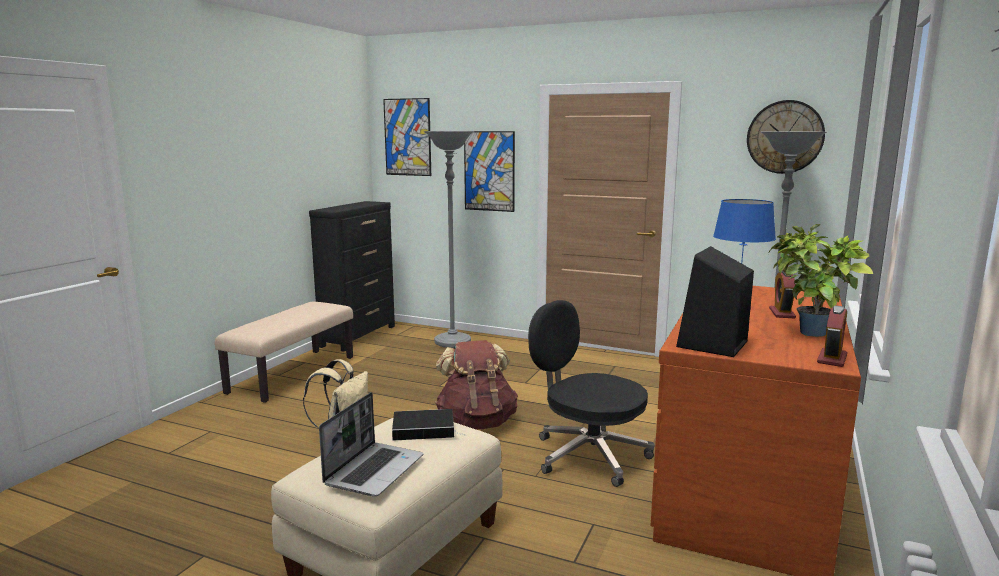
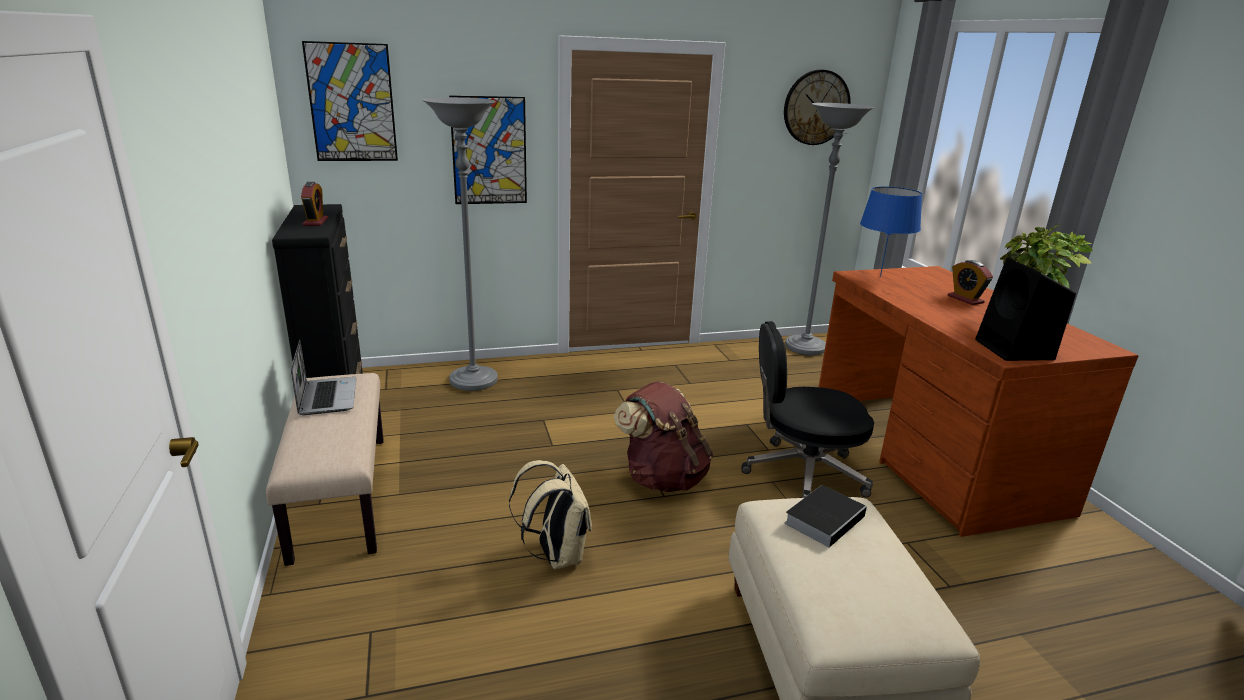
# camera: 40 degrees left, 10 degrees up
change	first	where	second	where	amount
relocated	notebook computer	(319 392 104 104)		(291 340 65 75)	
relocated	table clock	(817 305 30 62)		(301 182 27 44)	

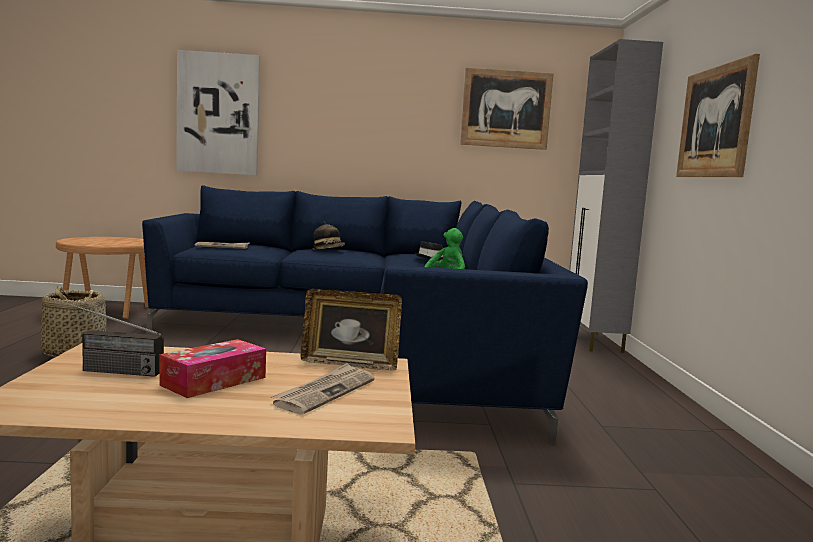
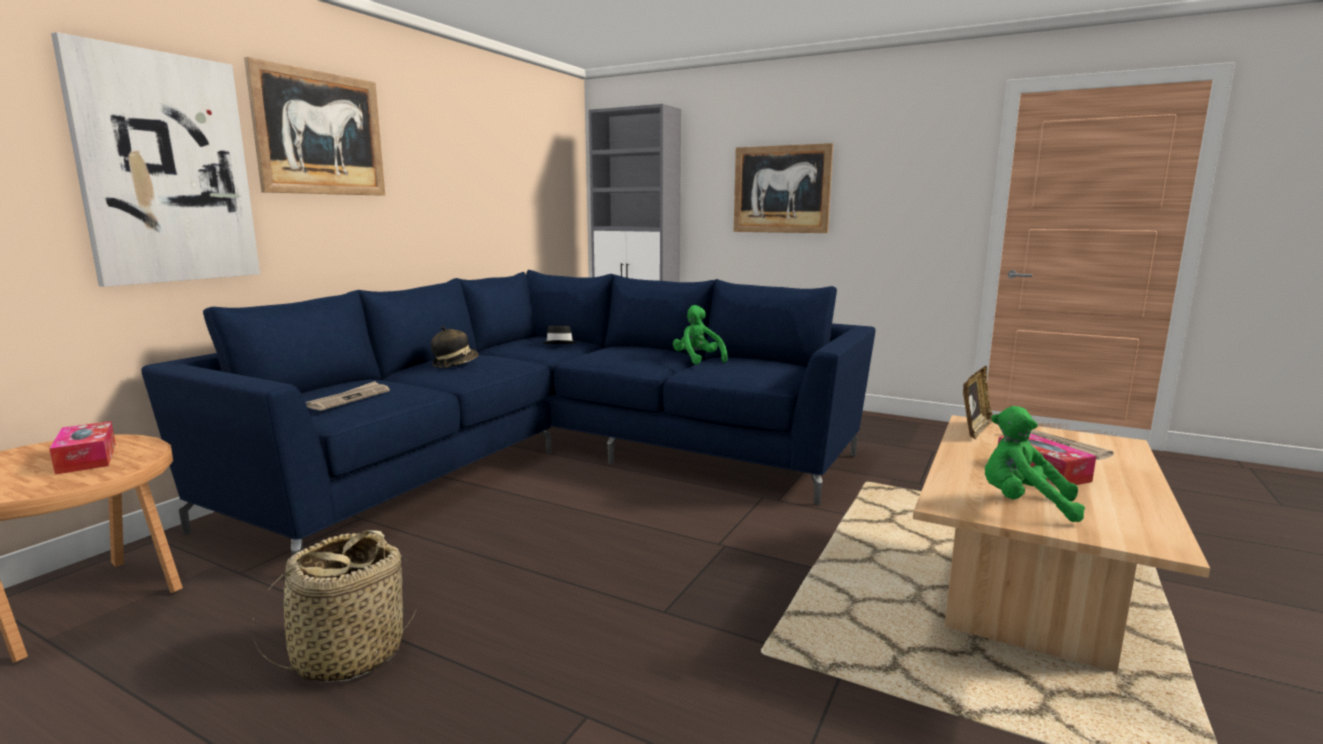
# camera: 60 degrees left, 5 degrees up
change	first	where	second	where	amount
appeared			tissue holder	(49 421 67 54)	
relocated	wall art	(460 68 94 82)		(244 57 141 139)	
exchanged	radio	(52 298 112 79)	greenish plush toy	(985 406 100 116)	

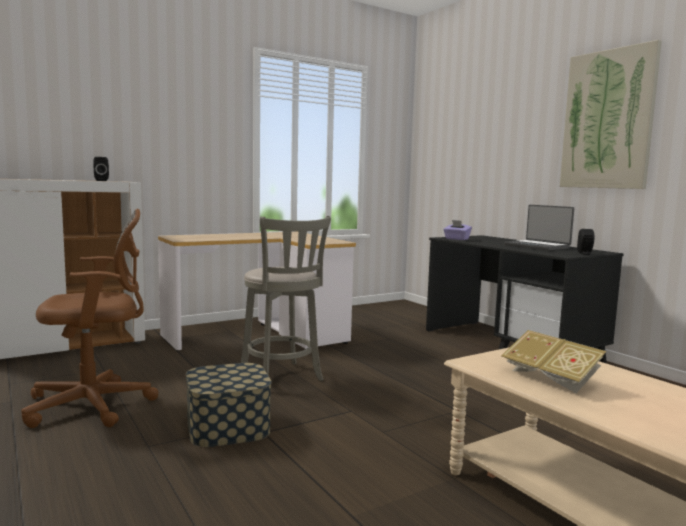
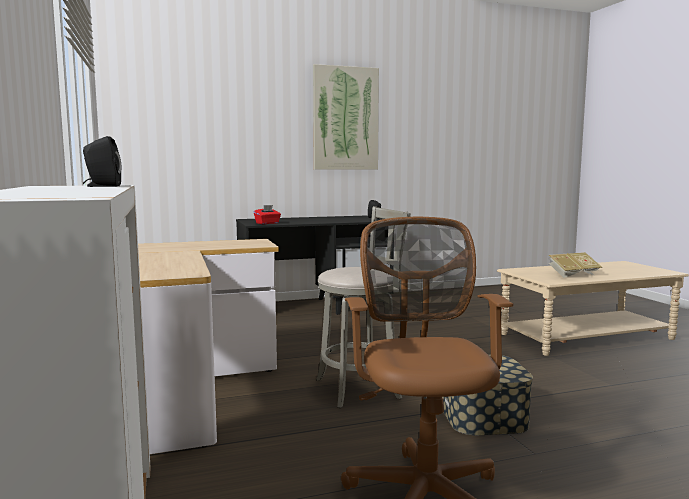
# camera: 75 degrees left, 0 degrees up
change	first	where	second	where	amount
missing	notebook computer	(504 205 70 46)			
colour	purple-coloured tissue holder	(443 220 29 20)	red-coloured tissue holder	(254 205 27 19)	

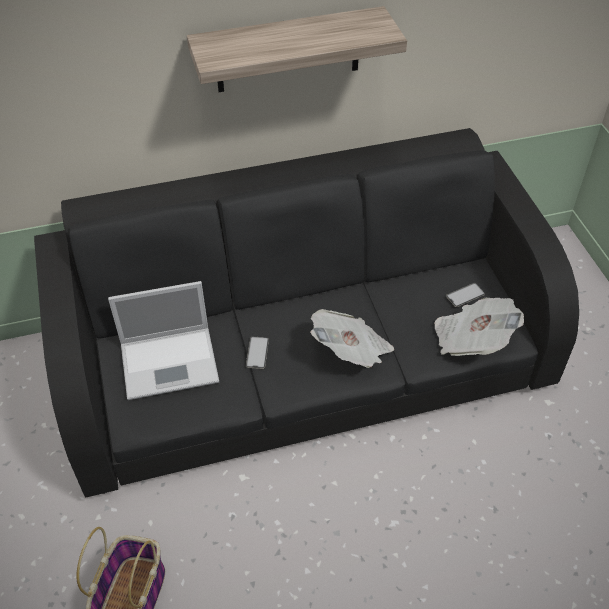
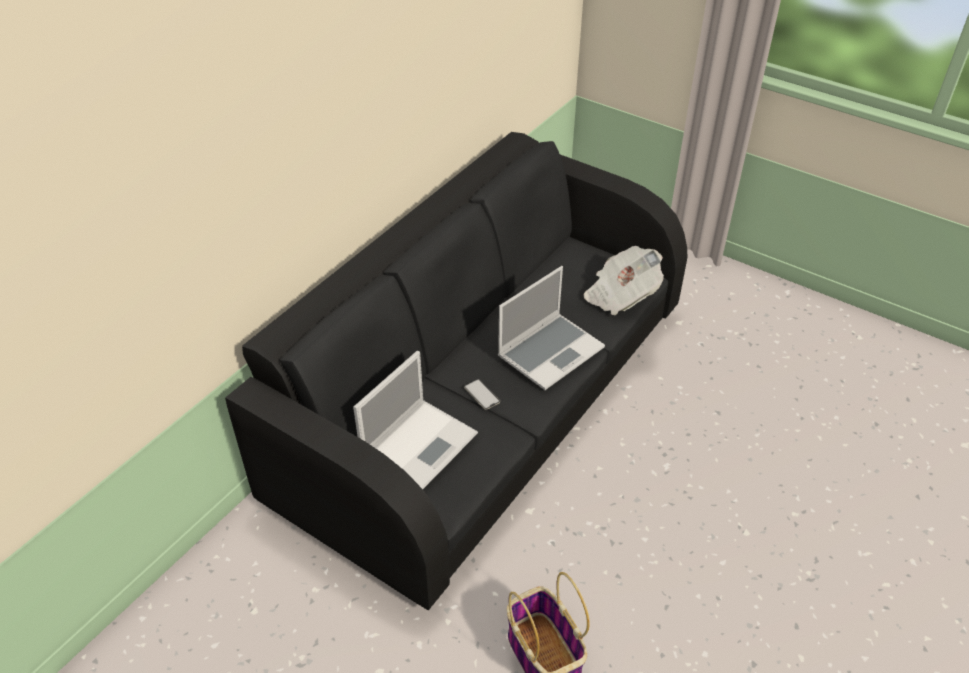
# camera: 40 degrees left, 5 degrees down
change	first	where	second	where	amount
missing	bracket shelf	(187 6 220 86)			
missing	handset	(446 283 39 24)			
exchanged	newspaper	(310 309 84 59)	notebook computer	(498 266 107 124)	

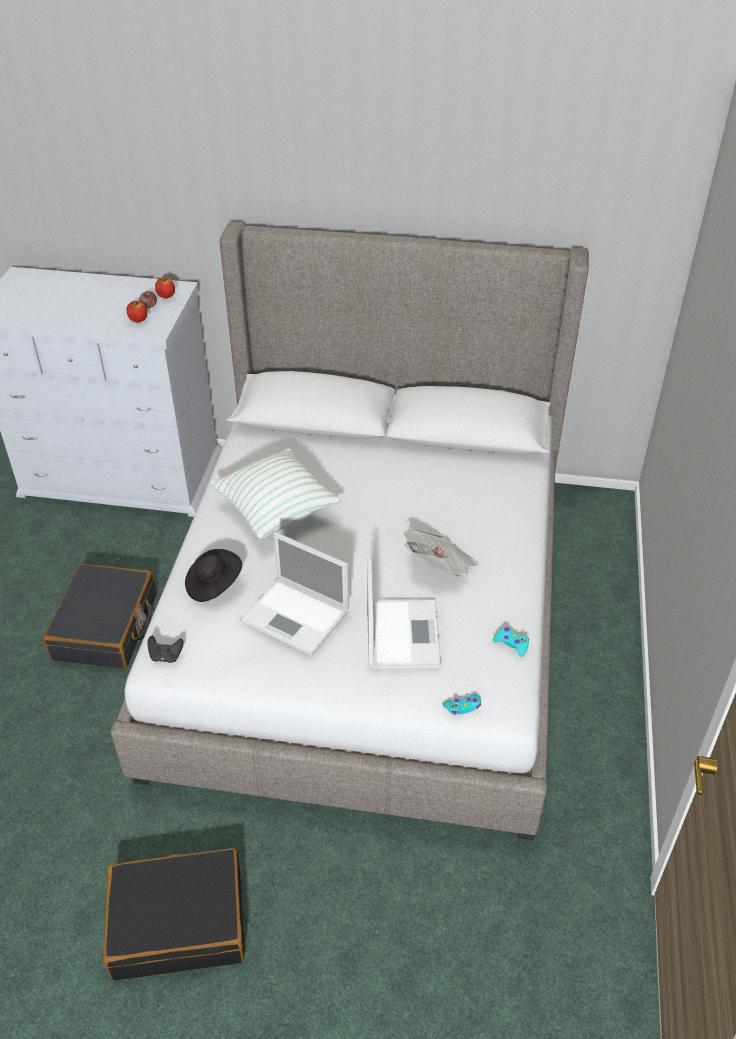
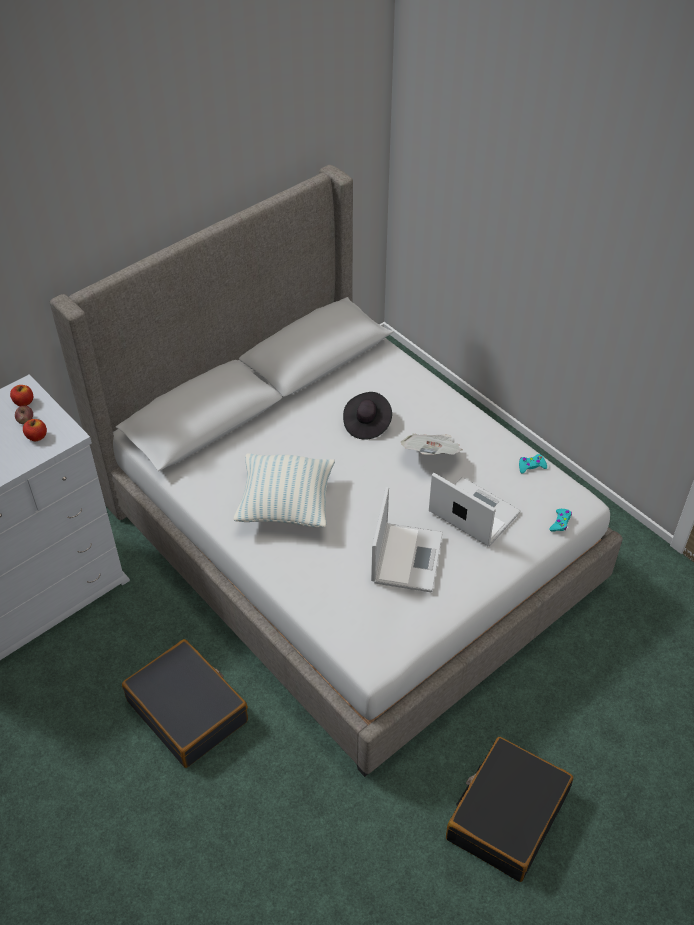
# camera: 50 degrees left, 5 degrees up
change	first	where	second	where	amount
missing	black game controller	(148 635 36 28)			
relocated	black wearable hat	(185 549 57 53)		(343 392 49 48)	
spun	notebook computer	(240 532 109 124)		(371 487 72 105)	60 degrees counterclockwise

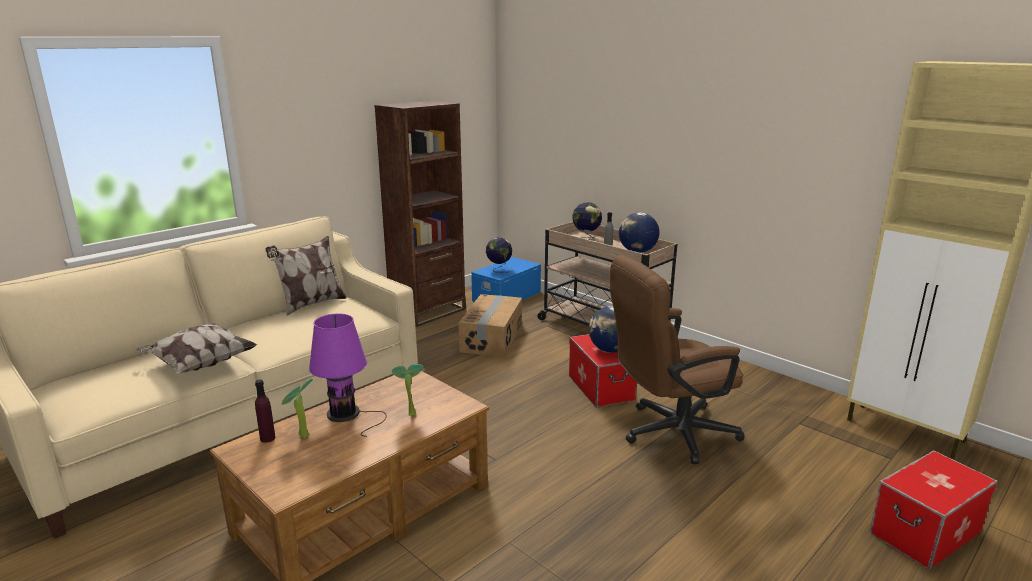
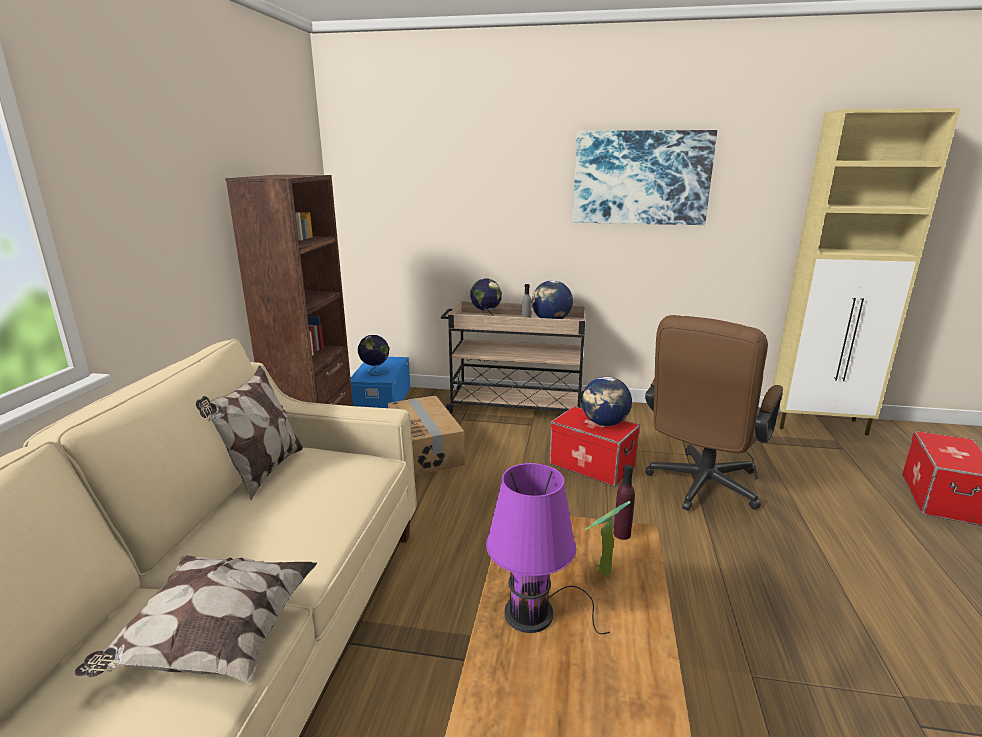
# camera: 35 degrees left, 0 degrees up
change	first	where	second	where	amount
missing	houseplant	(282 379 31 59)			
appeared			wall art	(572 130 145 95)	
relocated	purple-coloured bottle	(255 379 20 64)		(613 465 22 75)	

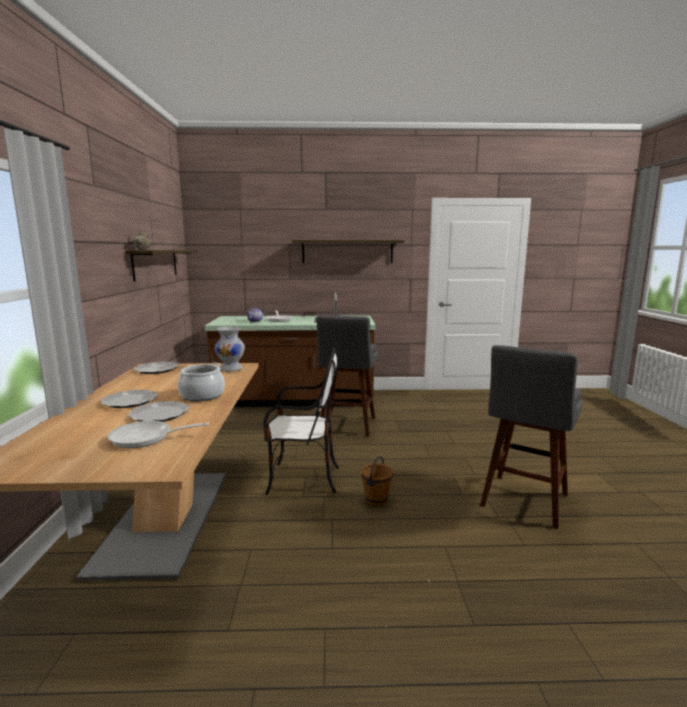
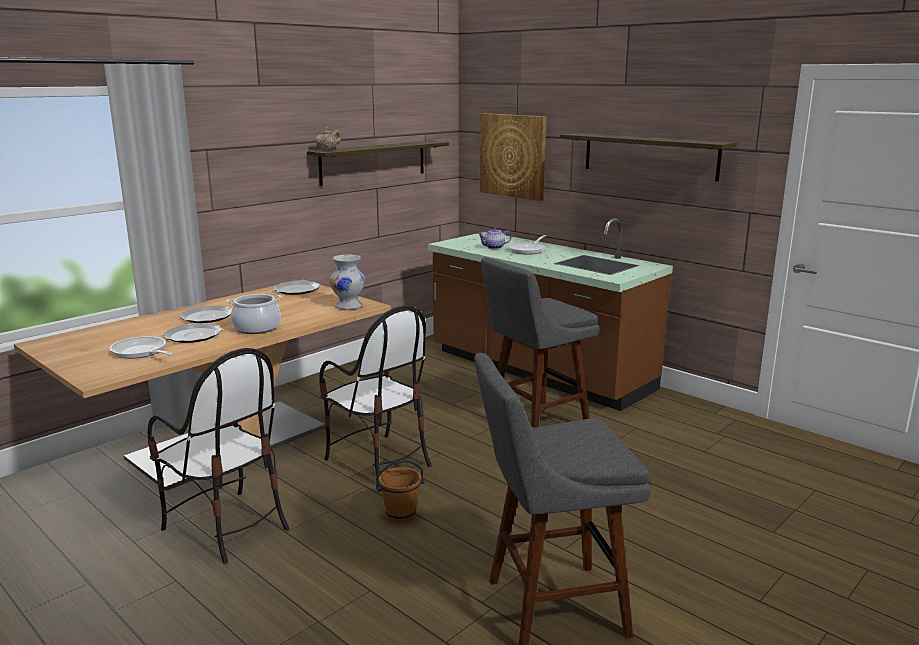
# camera: 45 degrees right, 5 degrees up
change	first	where	second	where	amount
appeared			chair	(148 348 141 216)	
appeared			wall art	(480 113 66 88)	

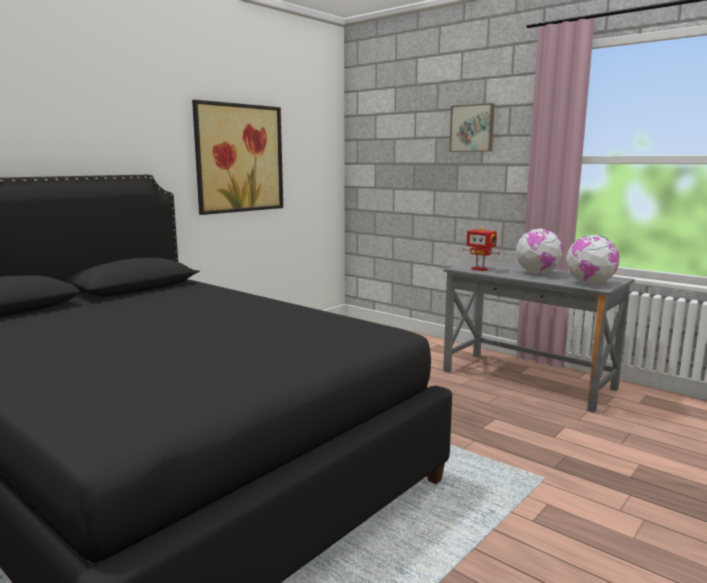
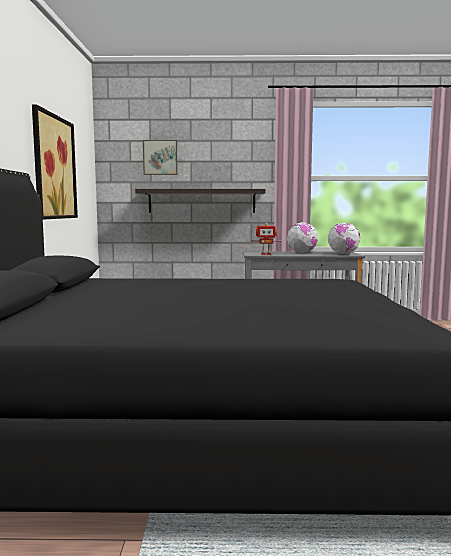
# camera: 40 degrees left, 5 degrees down
change	first	where	second	where	amount
appeared			bracket shelf	(135 189 130 24)	
relocated	wall art	(449 103 46 49)		(143 140 35 35)	

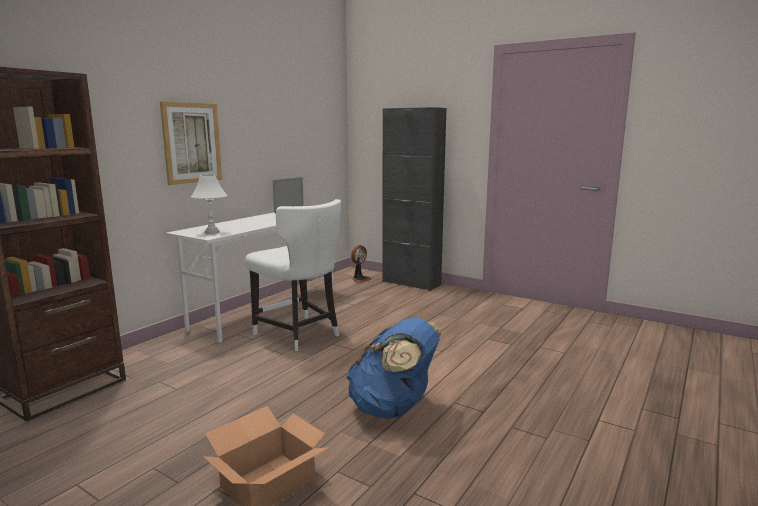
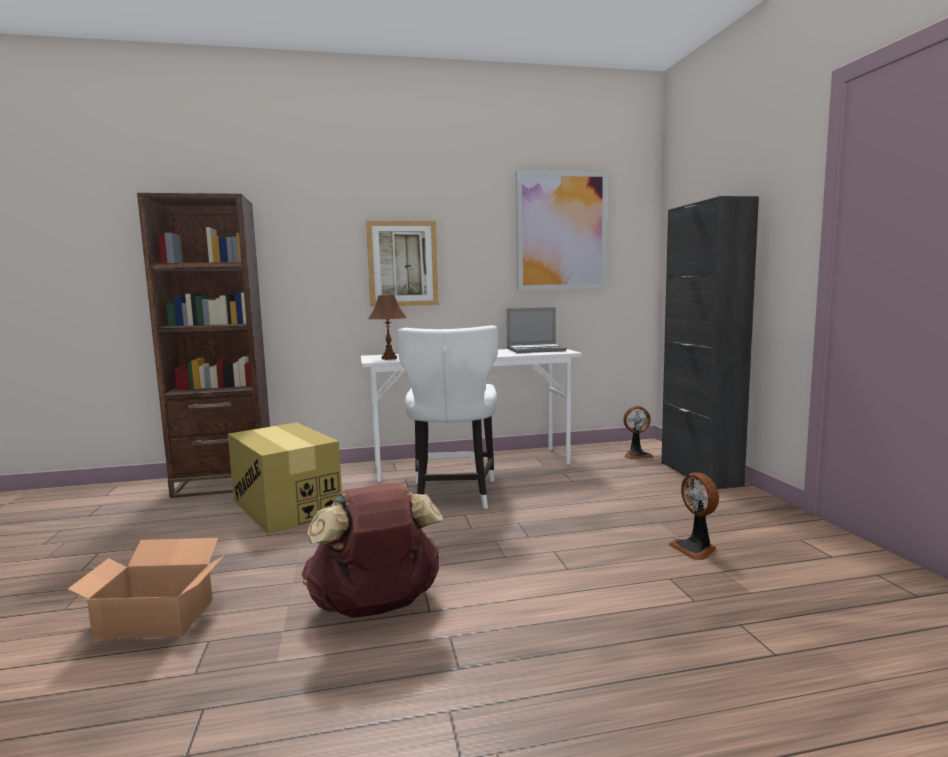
# camera: 45 degrees right, 5 degrees down
change	first	where	second	where	amount
appeared			cardboard box	(228 422 114 112)	
appeared			wall art	(516 170 92 121)	
appeared			electric fan	(668 473 51 87)	
colour	white-coloured lamp for a table	(191 175 36 59)	brownish lamp for a table	(368 295 39 65)	
colour	bluish backpack	(346 318 96 101)	brownish backpack	(301 483 142 135)	

